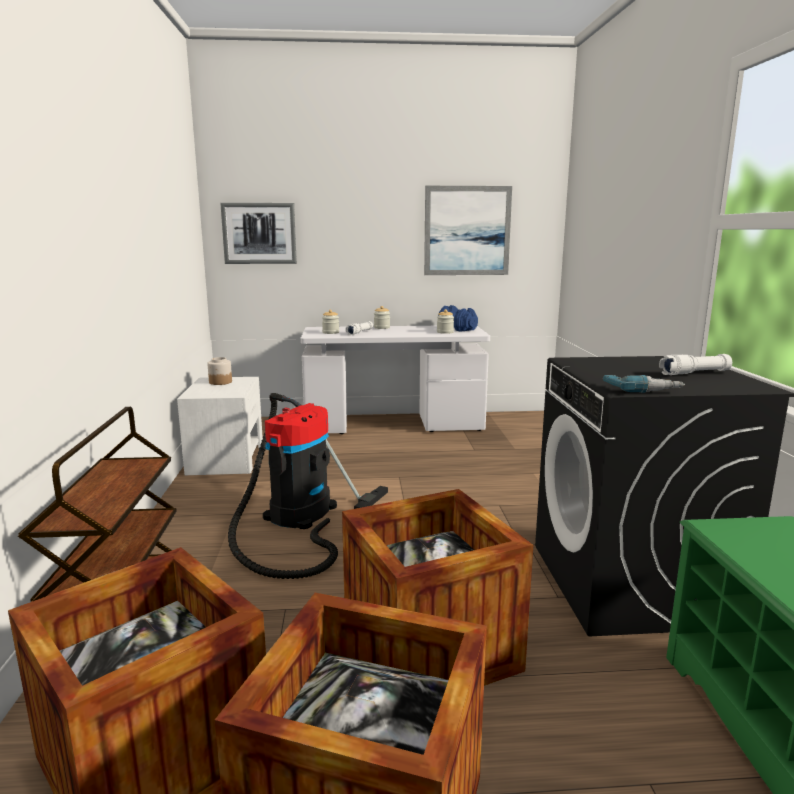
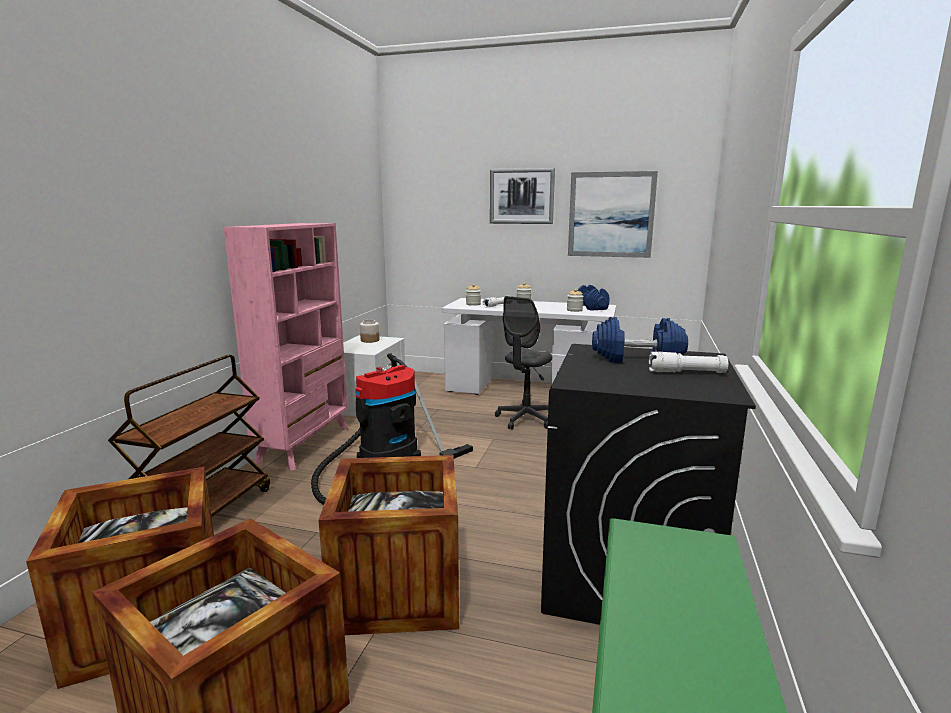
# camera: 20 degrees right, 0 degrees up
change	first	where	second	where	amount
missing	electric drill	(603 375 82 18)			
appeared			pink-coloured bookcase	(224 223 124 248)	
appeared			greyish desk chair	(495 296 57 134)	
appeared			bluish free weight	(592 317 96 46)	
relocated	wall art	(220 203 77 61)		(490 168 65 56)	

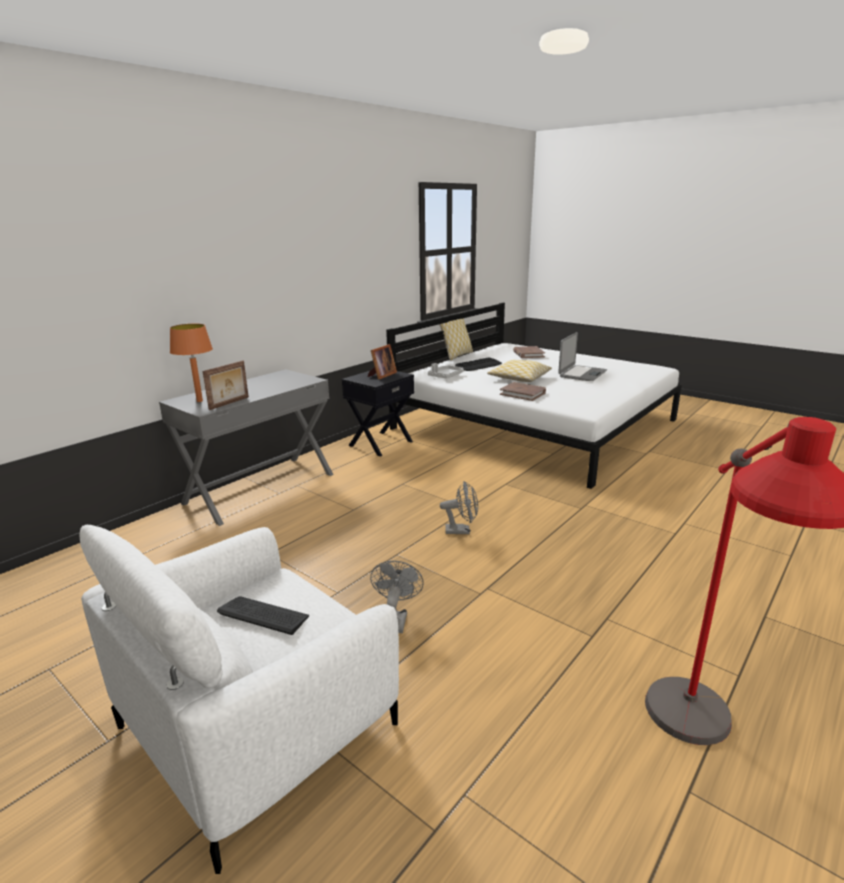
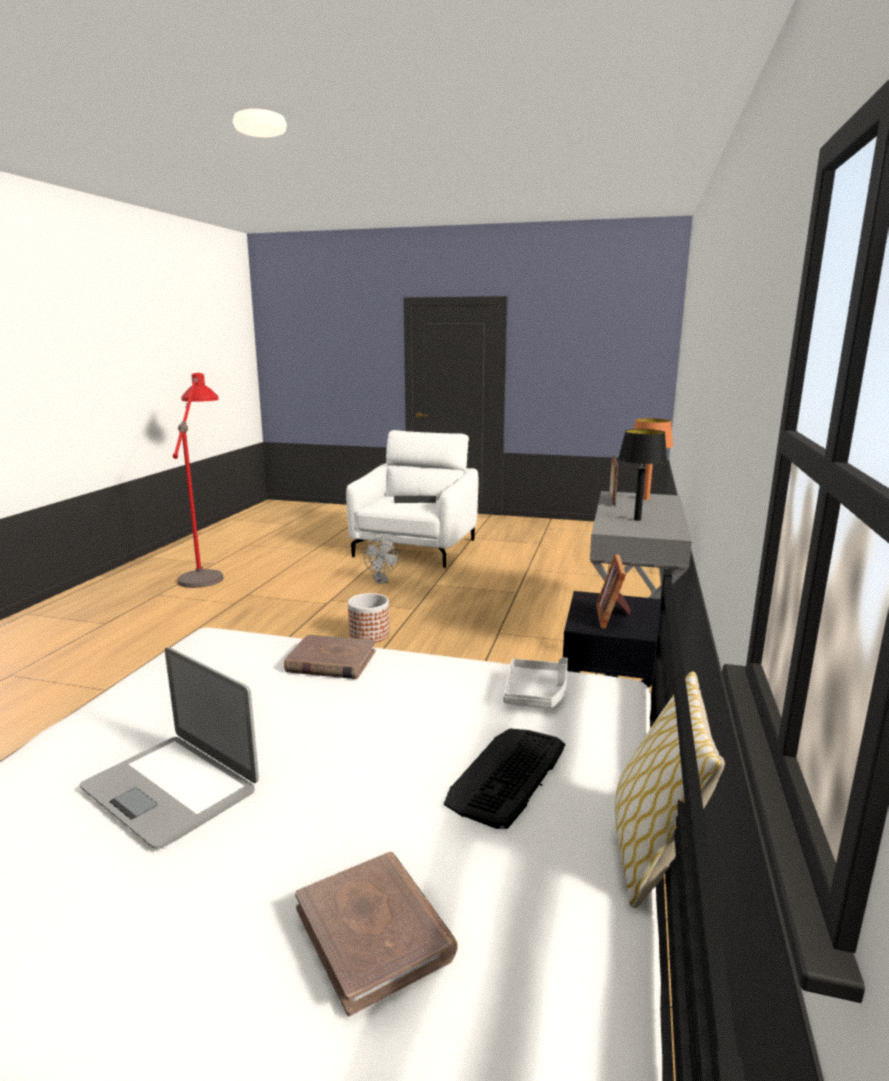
# camera: 155 degrees right, 5 degrees down
change	first	where	second	where	amount
missing	cushion	(487 360 65 22)			
appeared			black lamp for a table	(618 429 49 92)	
exchanged	greyish electric fan	(440 481 38 53)	plant pot	(348 593 42 50)	
spun	notebook computer	(558 332 49 49)		(80 647 179 202)	60 degrees counterclockwise

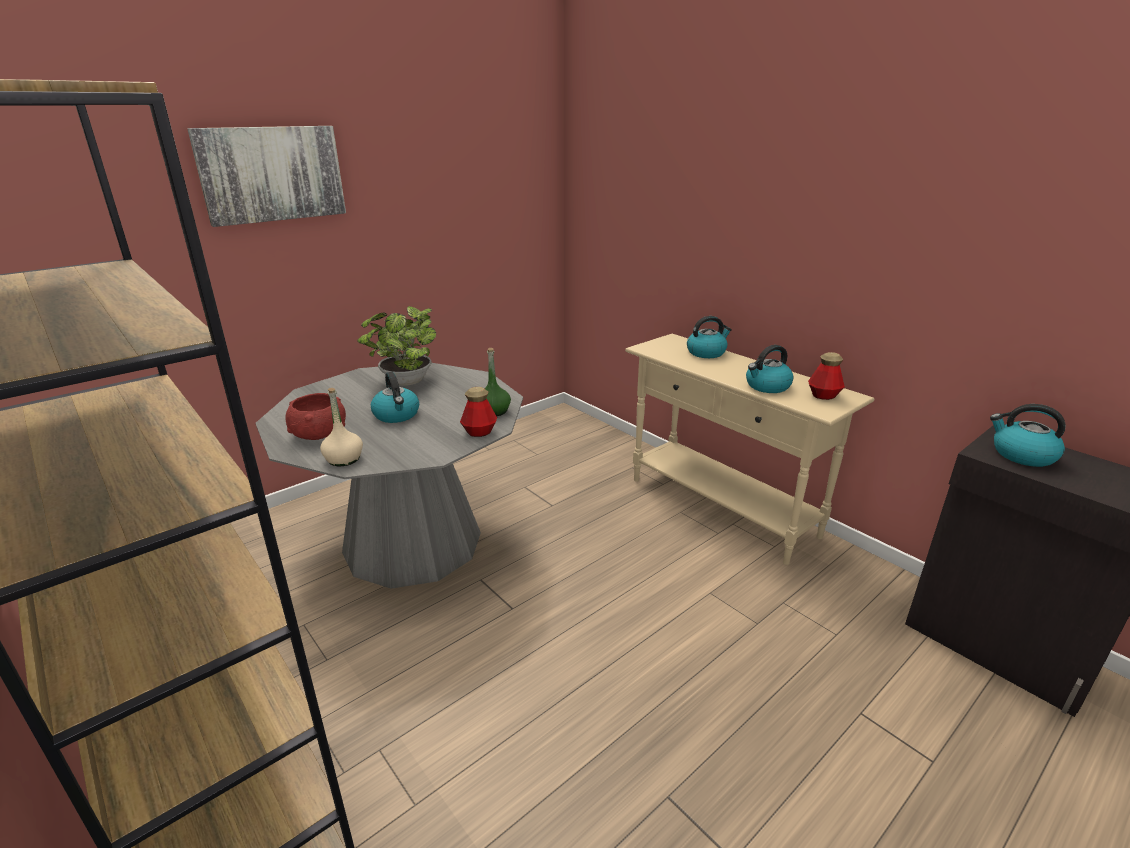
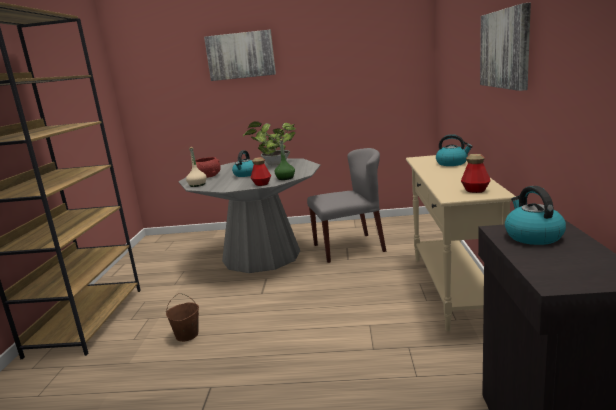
# camera: 45 degrees right, 10 degrees down
change	first	where	second	where	amount
missing	tea kettle	(746 345 48 48)			
appeared			brownish pail	(166 293 33 49)	
appeared			greyish chair	(307 148 79 115)	
appeared			wall art	(480 2 51 89)	

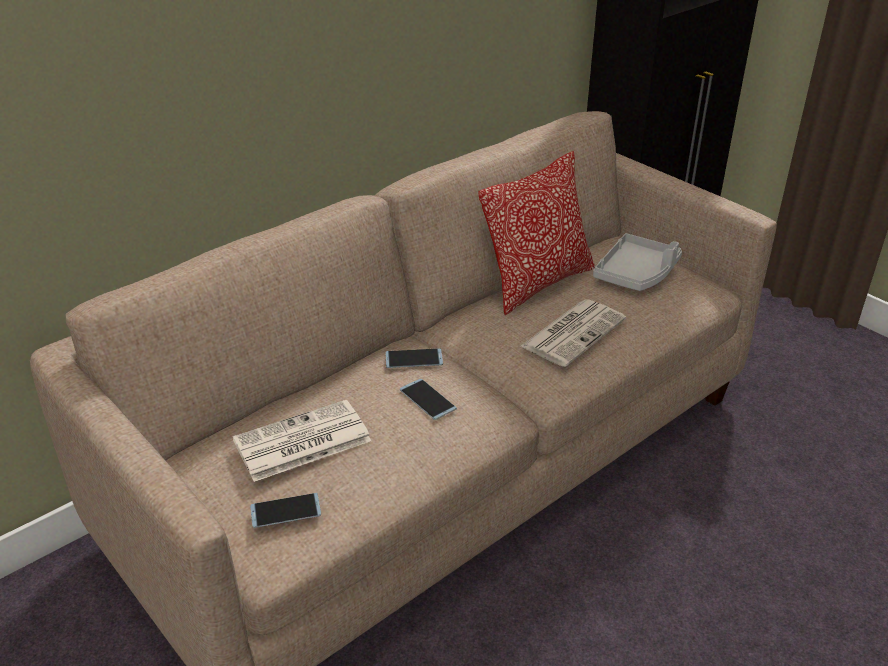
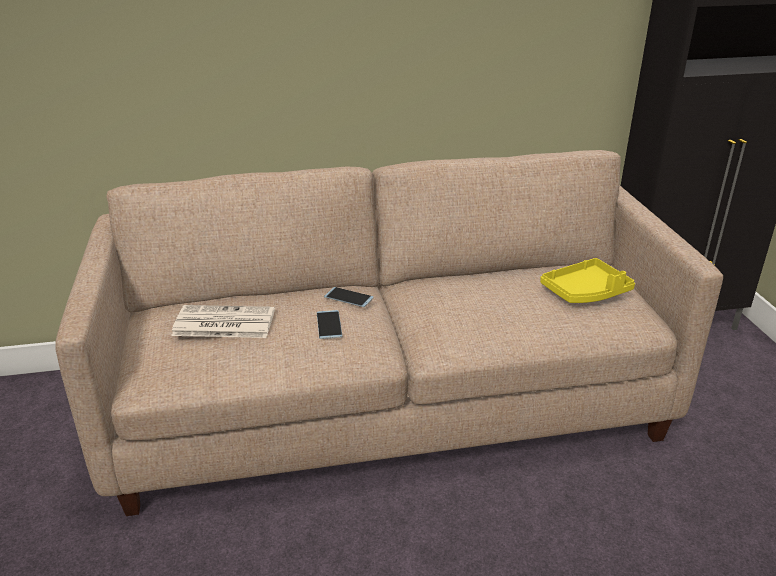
# camera: 30 degrees right, 5 degrees down
change	first	where	second	where	amount
missing	handset	(250 493 71 35)			
missing	cushion	(479 151 116 164)			
missing	newspaper	(521 299 105 68)			
colour	greyish serving tray	(593 233 89 58)	yellow serving tray	(540 258 95 45)	

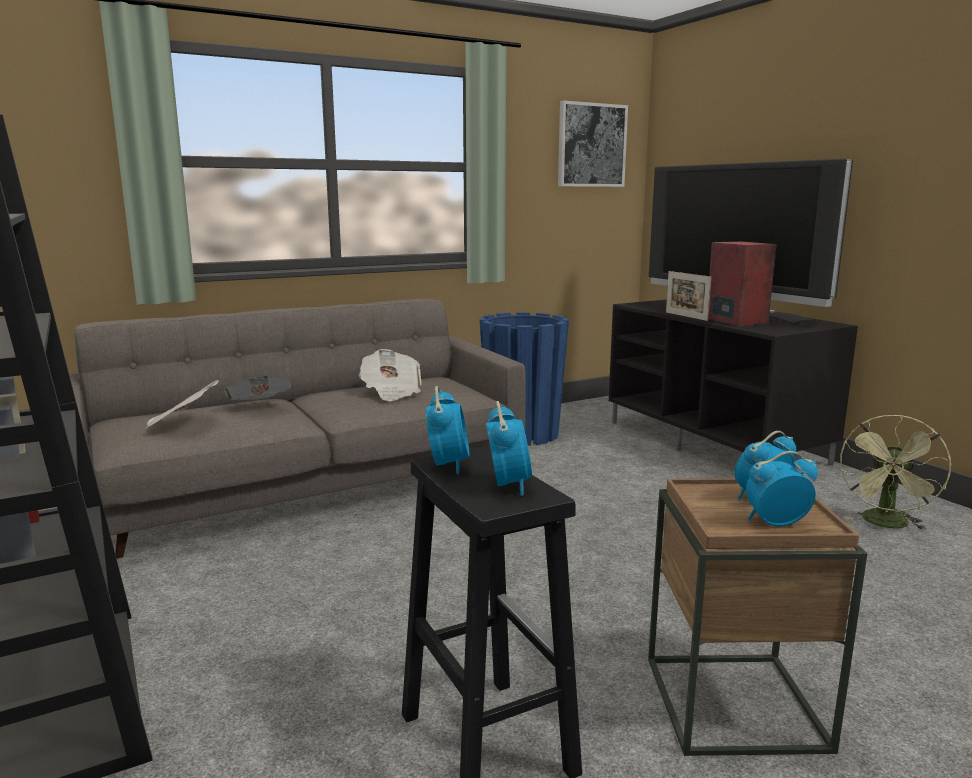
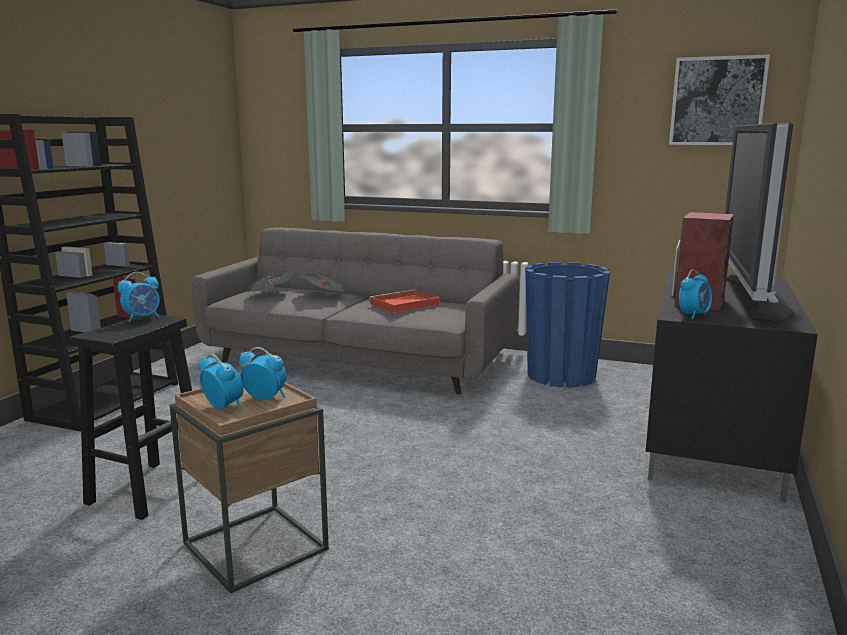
# camera: 50 degrees right, 0 degrees up
change	first	where	second	where	amount
missing	greenish electric fan	(840 415 111 115)			
relocated	table clock	(486 401 46 95)		(679 269 33 50)	
exchanged	newspaper	(359 349 62 52)	red-coloured serving tray	(369 290 70 23)	

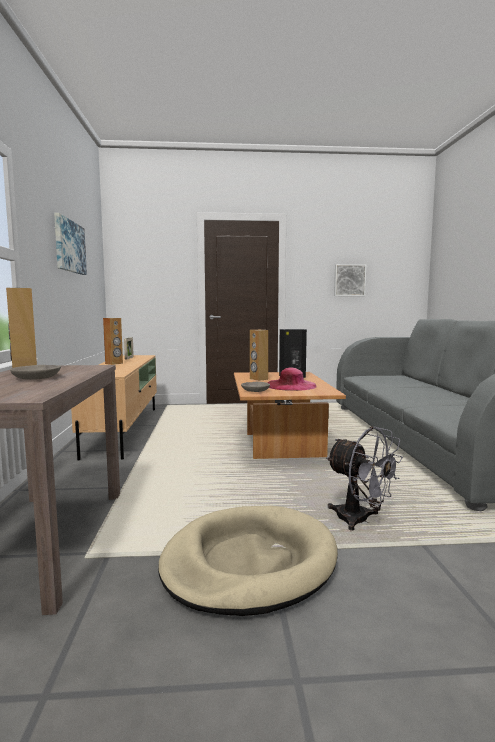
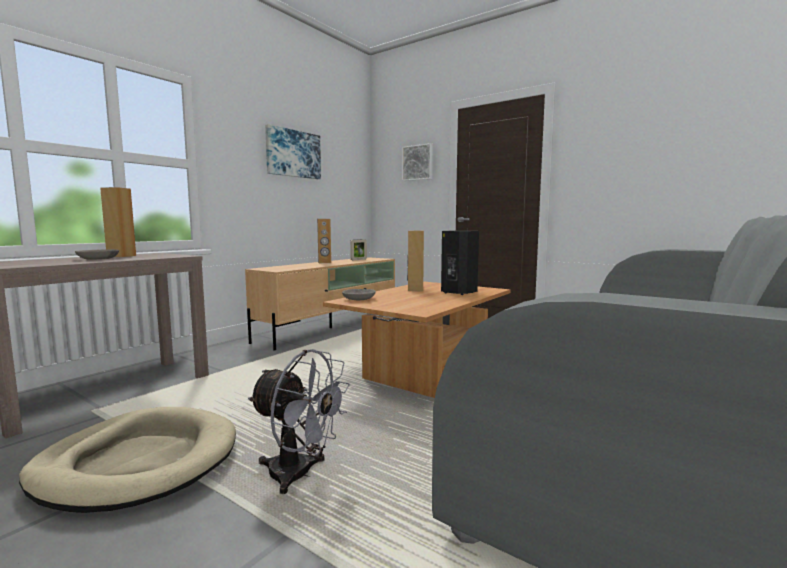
# camera: 40 degrees right, 0 degrees up
change	first	where	second	where	amount
missing	pink-coloured wearable hat	(267 368 49 23)			
relocated	wall art	(334 264 32 32)		(402 143 31 38)	
spun	greyish electric fan	(326 426 77 104)		(248 349 102 145)	60 degrees counterclockwise

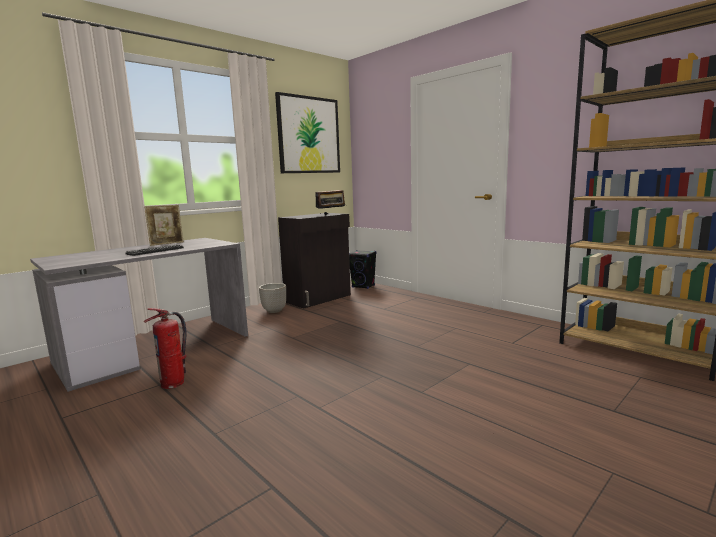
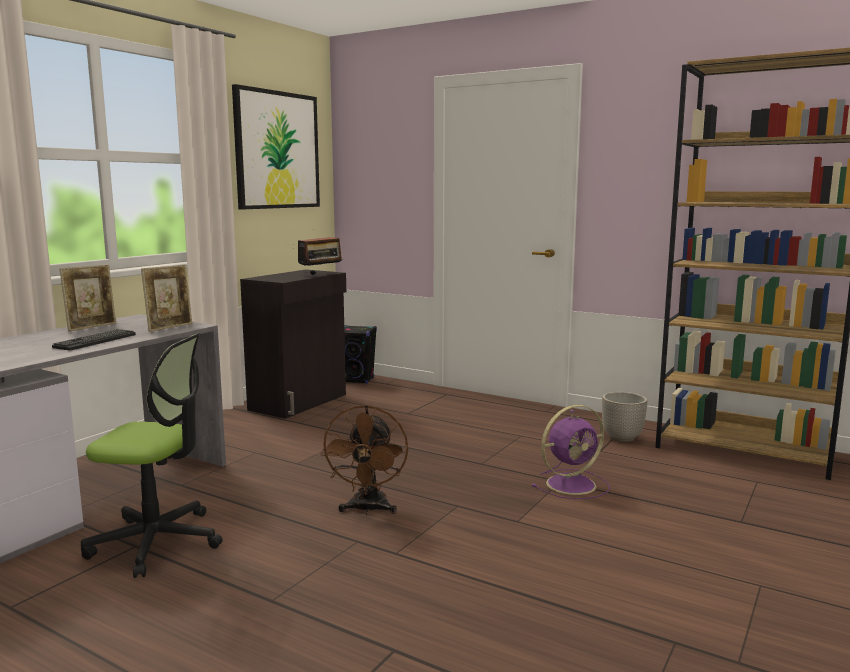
# camera: 15 degrees left, 0 degrees up
change	first	where	second	where	amount
appeared			standing frame	(141 265 51 67)	
appeared			brownish electric fan	(320 405 88 110)	
appeared			purple-coloured electric fan	(531 405 79 94)	
relocated	plant pot	(259 283 27 30)		(602 392 45 50)	
exchanged	extinguisher	(144 308 42 81)	desk chair	(81 333 142 245)	

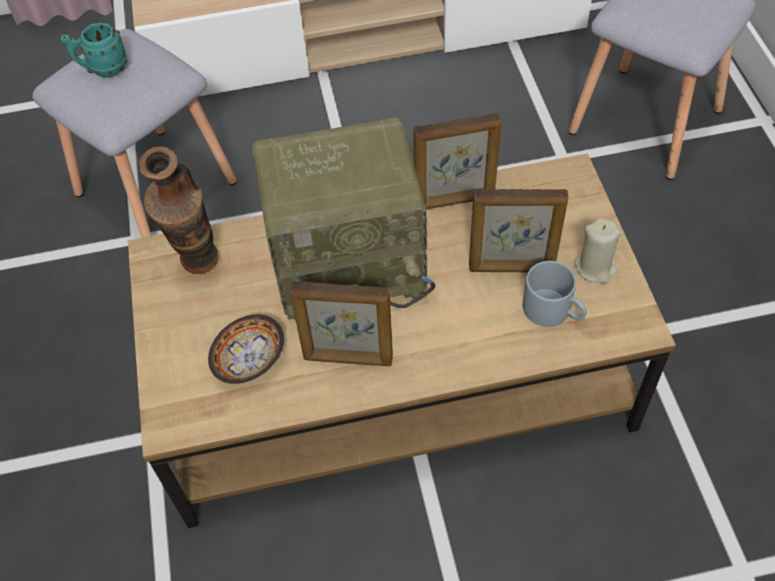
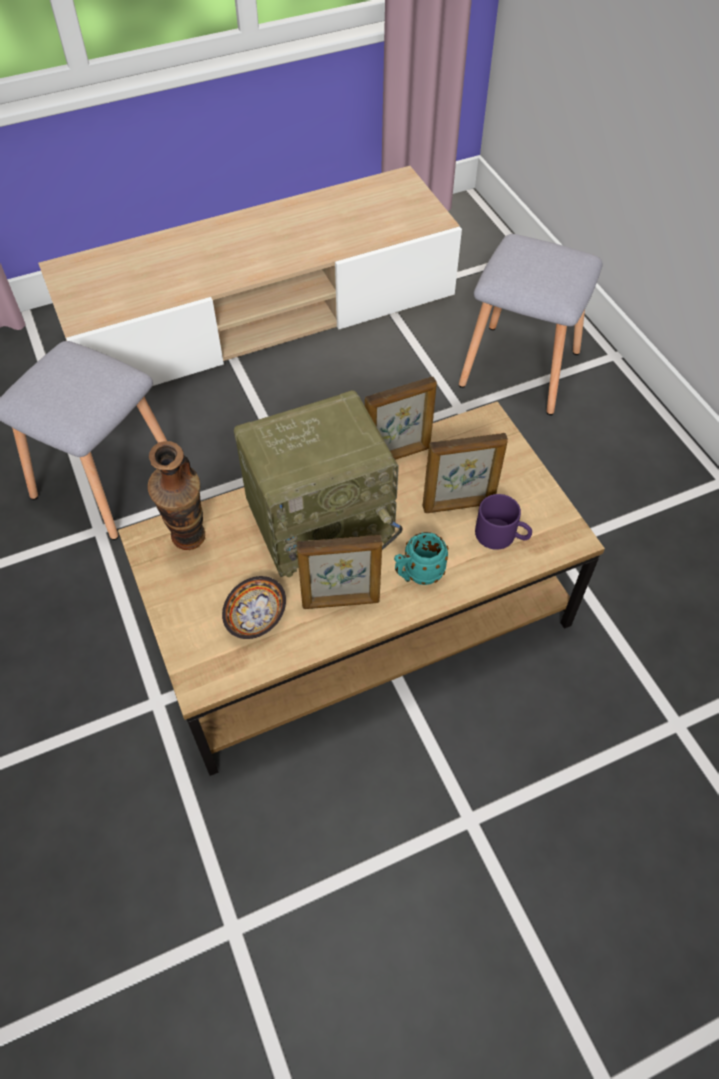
# camera: 15 degrees left, 0 degrees up
change	first	where	second	where	amount
missing	sand-coloured wax candle	(574 218 47 65)			
relocated	blue-green tea mug	(61 22 66 55)		(394 532 55 53)	
colour	greyish tea mug	(523 261 64 66)	purple-coloured tea mug	(475 494 57 56)	

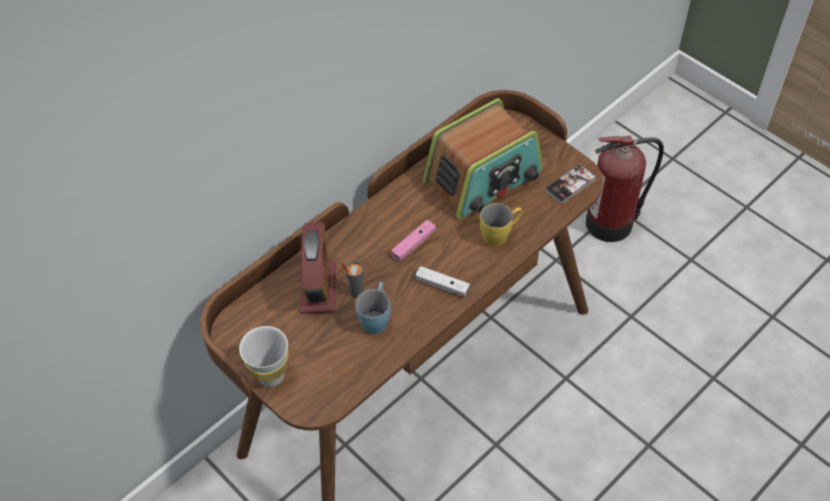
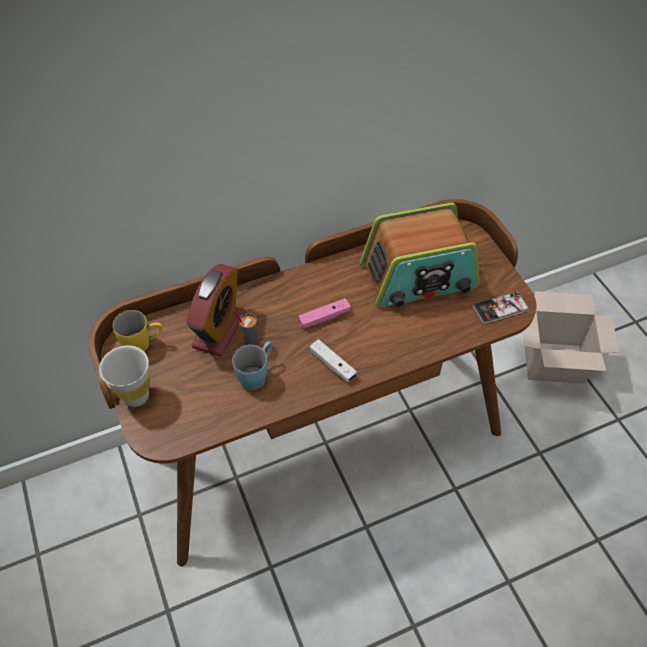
# camera: 20 degrees right, 0 degrees up
change	first	where	second	where	amount
relocated	yellow tea mug	(480 203 43 44)		(113 310 49 41)	
exchanged	extinguisher	(586 136 78 106)	cardboard box	(523 291 96 93)	

